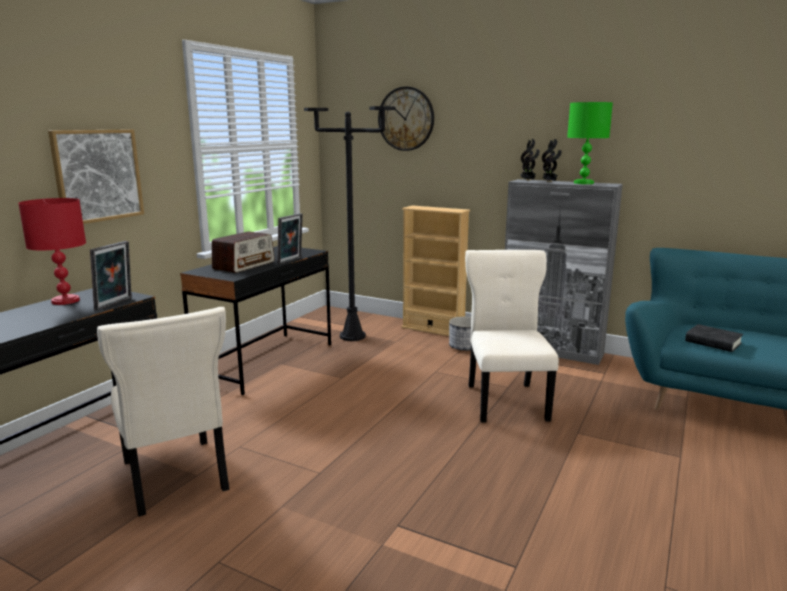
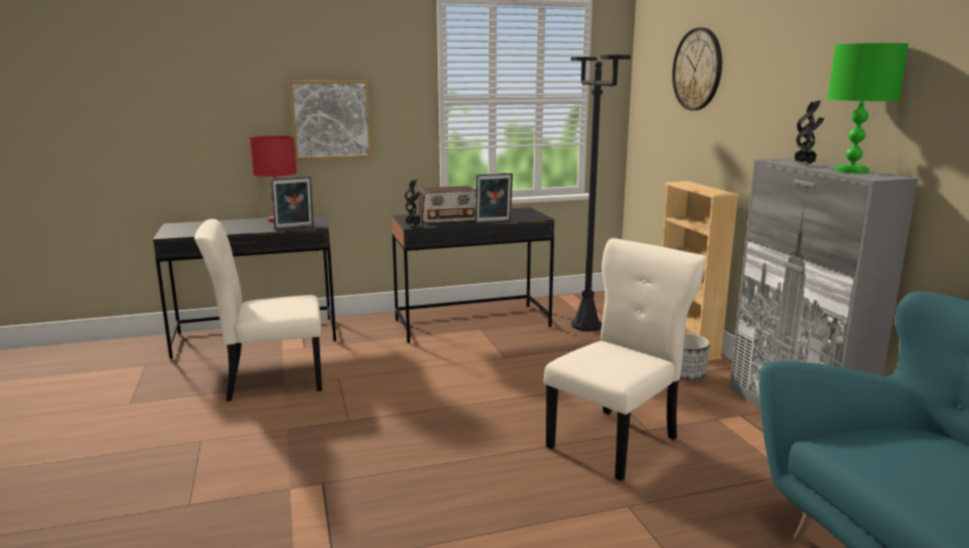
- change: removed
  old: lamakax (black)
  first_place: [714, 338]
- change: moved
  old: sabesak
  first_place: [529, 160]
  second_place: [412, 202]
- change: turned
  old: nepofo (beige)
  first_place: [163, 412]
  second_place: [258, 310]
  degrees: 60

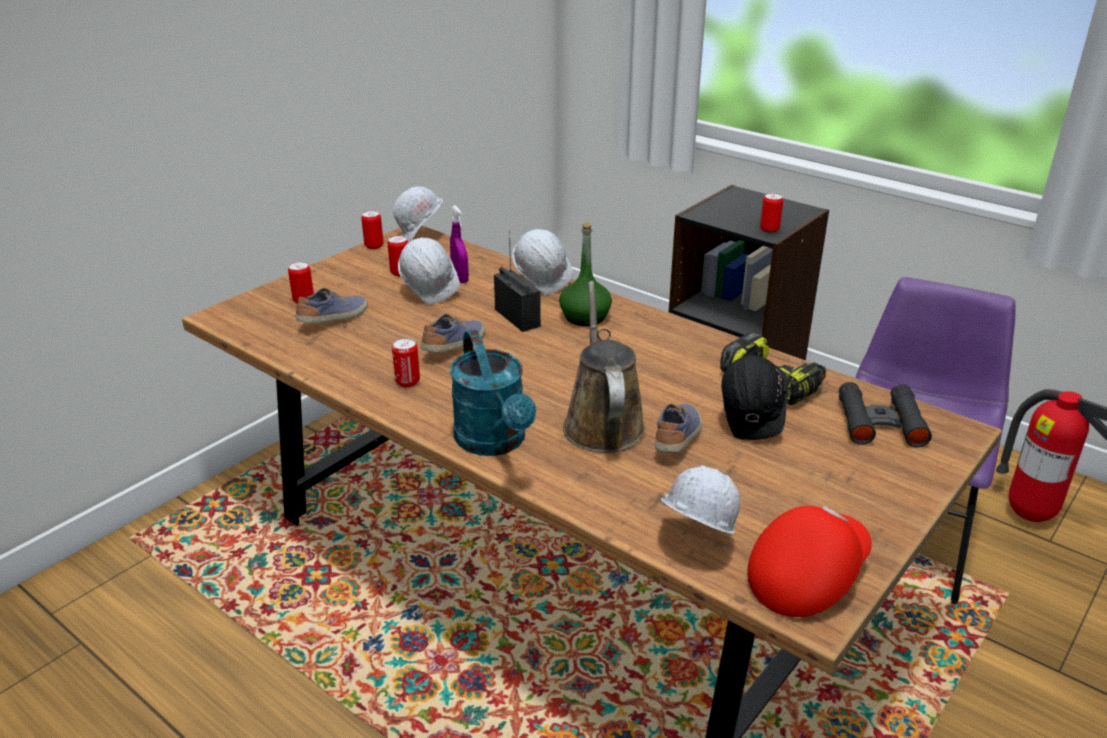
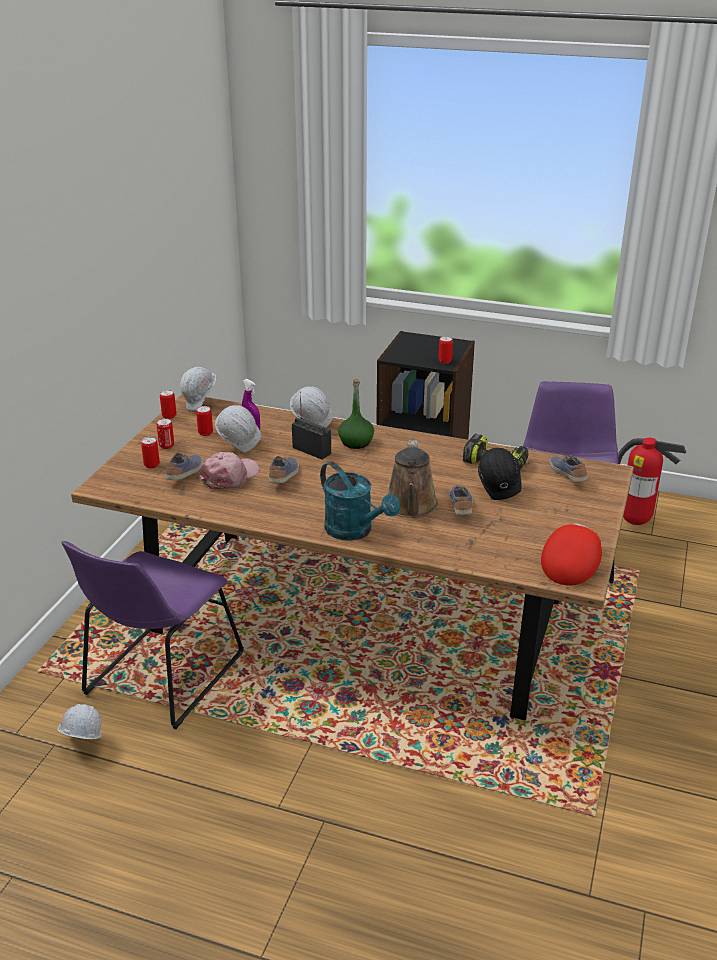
- change: added
  new: nepofo (purple)
  second_place: [152, 635]
- change: added
  new: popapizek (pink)
  second_place: [229, 470]
- change: moved
  old: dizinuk
  first_place: [406, 362]
  second_place: [165, 433]
- change: moved
  old: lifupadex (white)
  first_place: [701, 499]
  second_place: [79, 721]
- change: replaced
  old: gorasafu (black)
  new: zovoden
  first_place: [885, 414]
  second_place: [568, 468]
- change: turned
  old: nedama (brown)
  first_place: [604, 367]
  second_place: [413, 479]
  degrees: -150

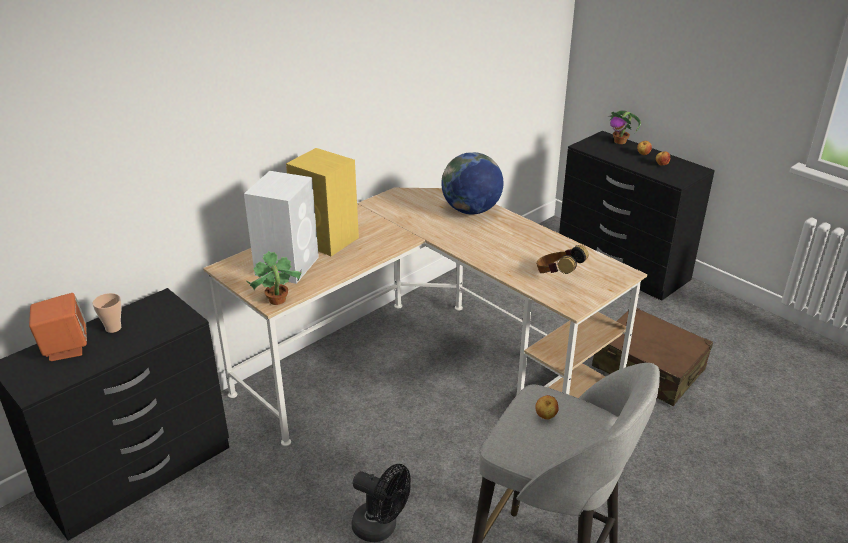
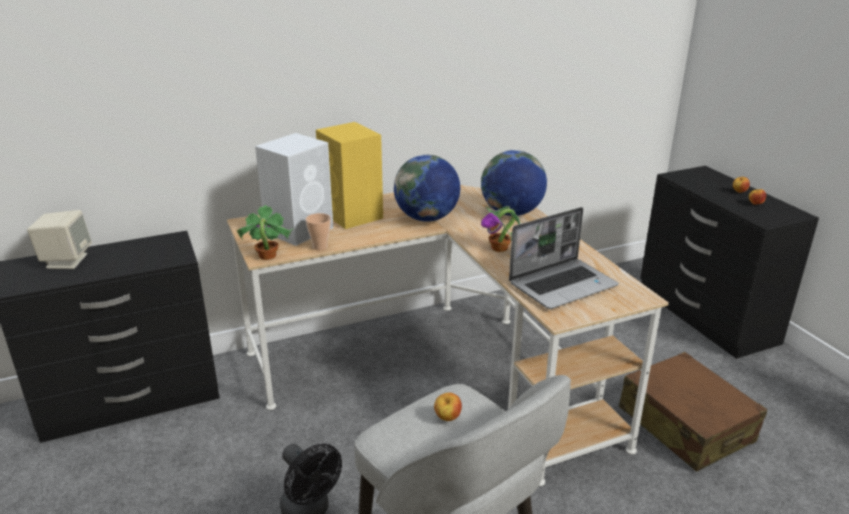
- change: added
  new: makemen
  second_place: [427, 188]
- change: moved
  old: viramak
  first_place: [106, 313]
  second_place: [318, 231]
- change: moved
  old: sabesak
  first_place: [624, 127]
  second_place: [500, 229]
- change: replaced
  old: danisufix
  new: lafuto
  first_place: [562, 259]
  second_place: [564, 258]
- change: recoloured
  old: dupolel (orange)
  new: dupolel (beige)
  first_place: [58, 327]
  second_place: [59, 239]

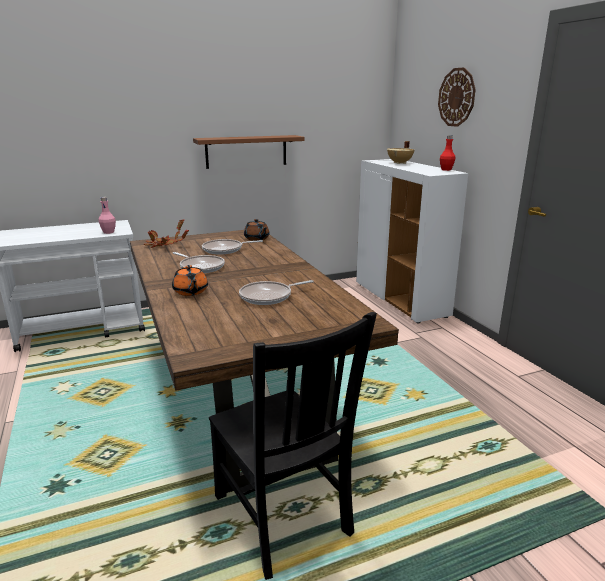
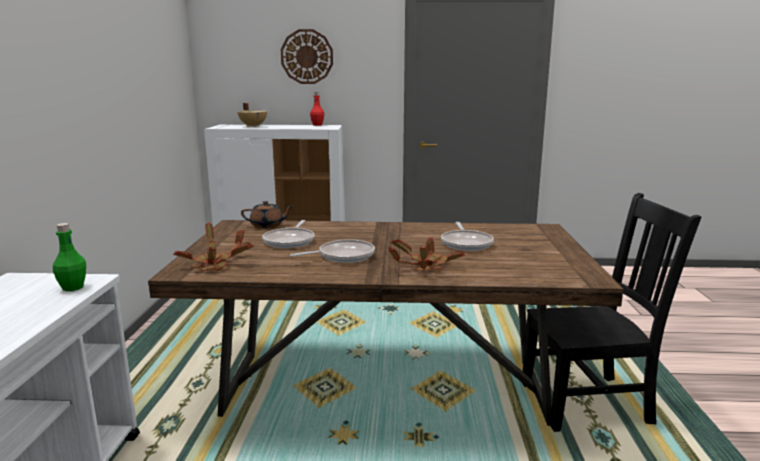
- change: removed
  old: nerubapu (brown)
  first_place: [248, 152]
- change: replaced
  old: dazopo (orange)
  new: sabesak
  first_place: [190, 280]
  second_place: [426, 254]
- change: recoloured
  old: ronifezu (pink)
  new: ronifezu (green)
  first_place: [107, 215]
  second_place: [69, 257]

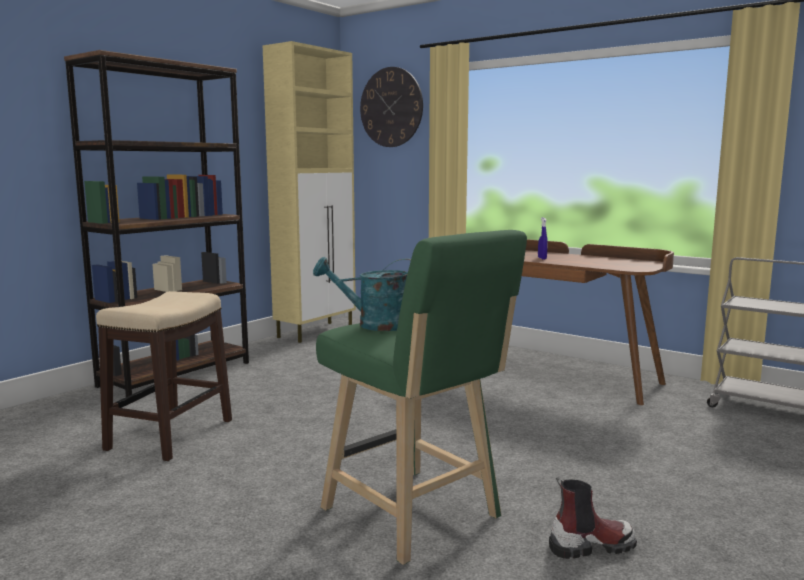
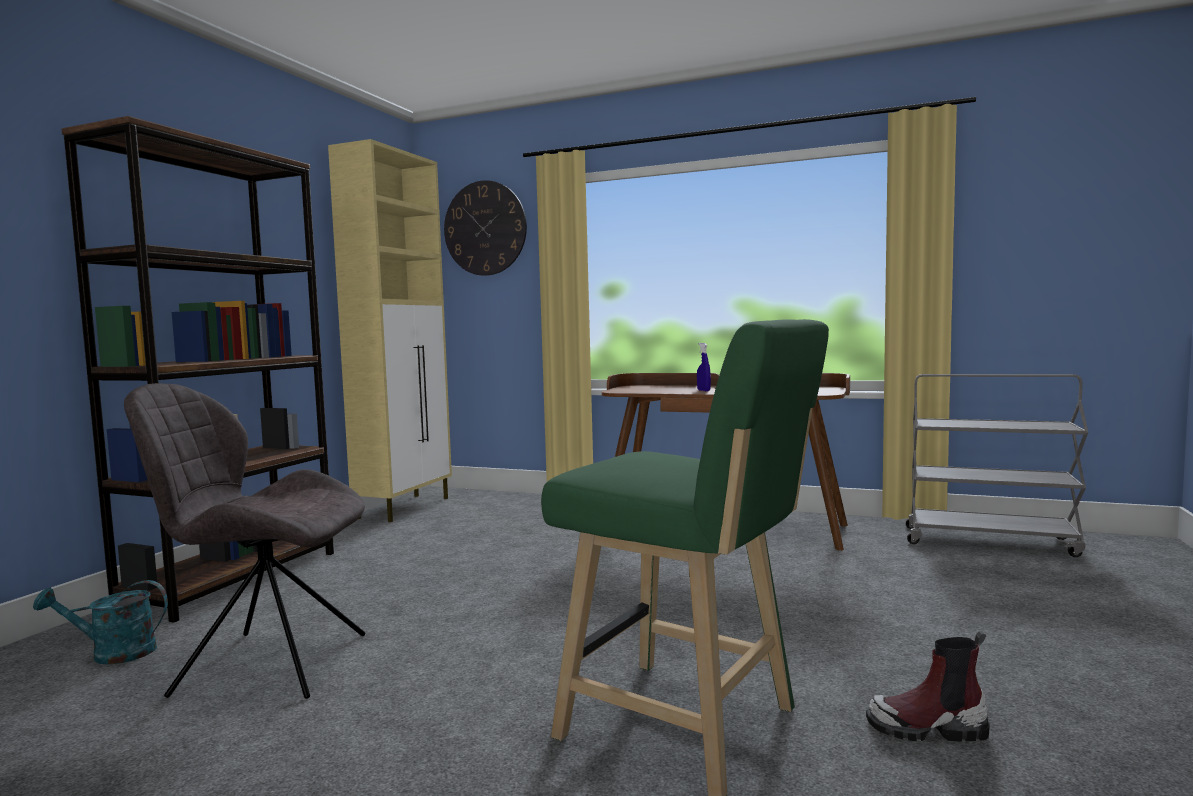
- change: moved
  old: nedama (turquoise)
  first_place: [362, 294]
  second_place: [100, 622]
- change: replaced
  old: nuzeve
  new: nepofo (grey)
  first_place: [164, 376]
  second_place: [244, 541]
- change: turned
  old: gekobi
  first_place: [593, 518]
  second_place: [928, 686]
  degrees: -150

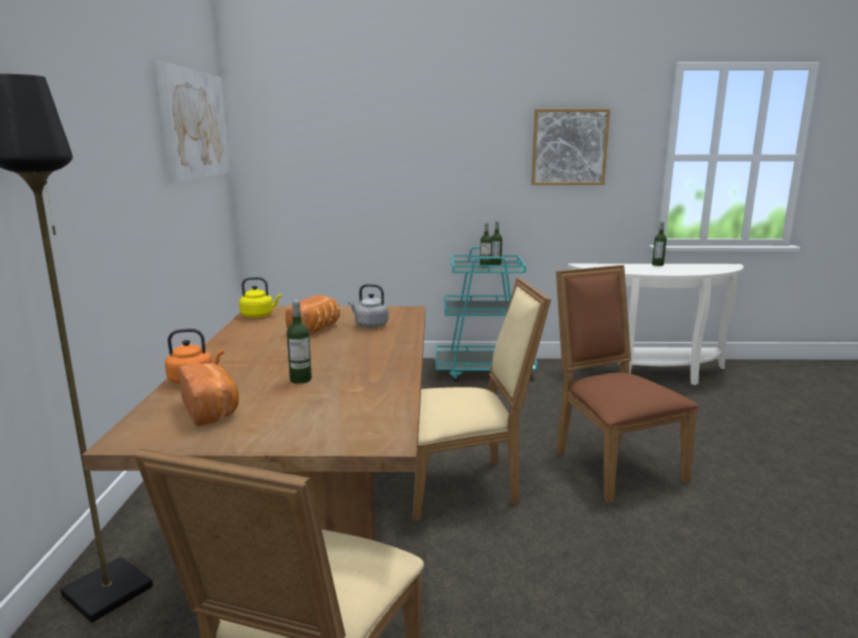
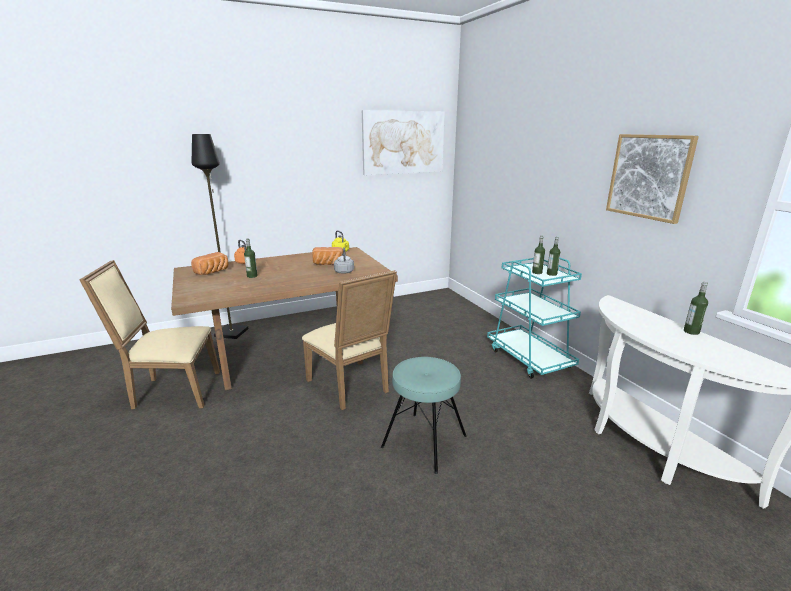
- change: replaced
  old: nepofo (brown)
  new: nuzeve (turquoise)
  first_place: [627, 384]
  second_place: [424, 415]

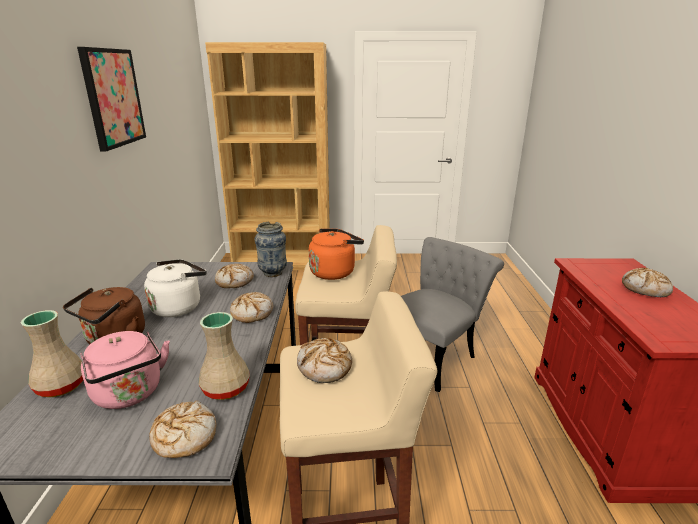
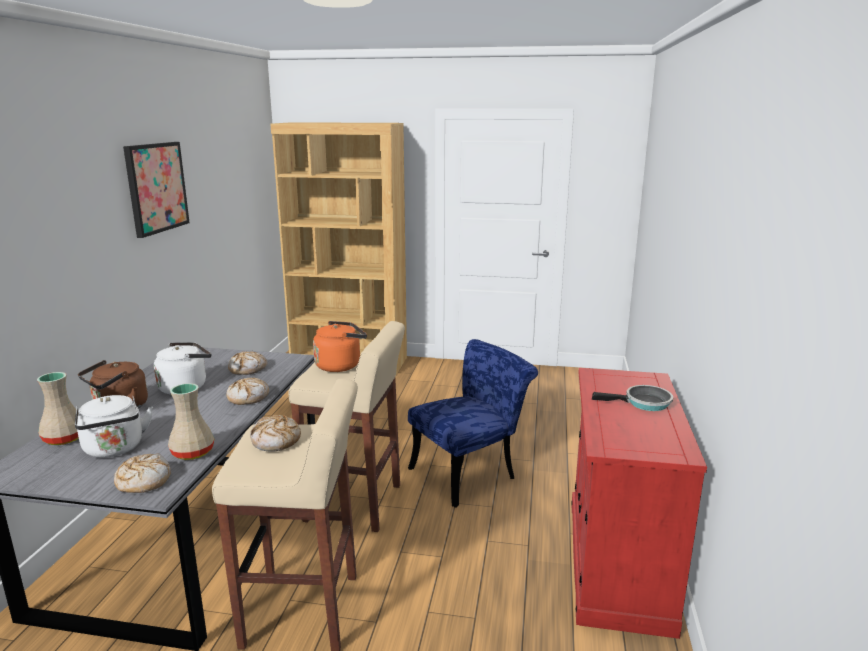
- change: removed
  old: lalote
  first_place: [271, 249]
- change: replaced
  old: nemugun
  new: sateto
  first_place: [647, 282]
  second_place: [632, 398]
- change: recoloured
  old: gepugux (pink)
  new: gepugux (white)
  first_place: [125, 370]
  second_place: [114, 426]
- change: recoloured
  old: nepofo (grey)
  new: nepofo (blue)
  first_place: [452, 314]
  second_place: [473, 423]

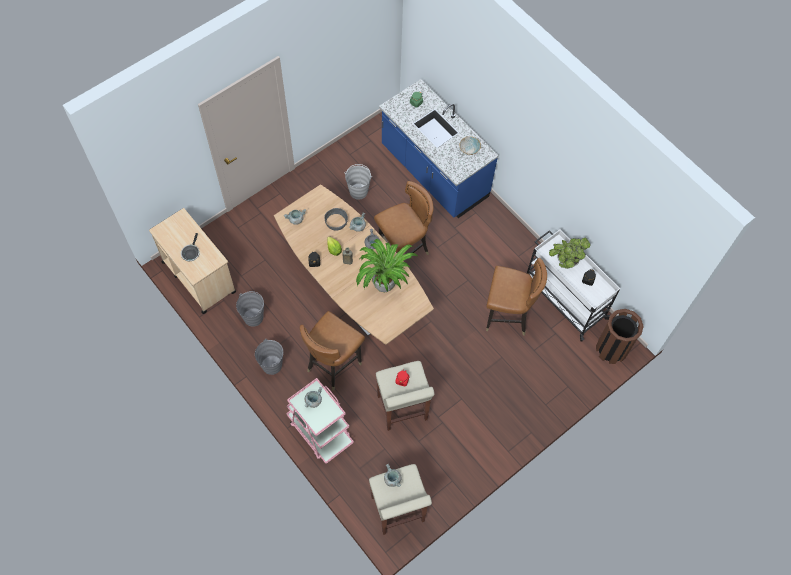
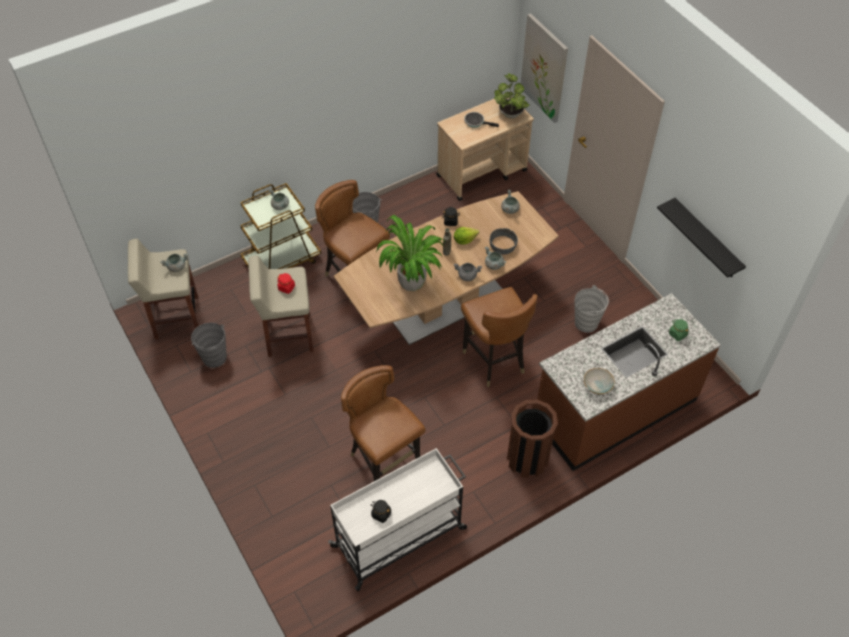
- change: added
  new: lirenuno
  second_place: [544, 68]
- change: added
  new: nerubapu (black)
  second_place: [701, 238]
- change: moved
  old: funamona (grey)
  first_place: [250, 309]
  second_place: [209, 345]
- change: moved
  old: sabesak
  first_place: [569, 253]
  second_place: [512, 96]
- change: moved
  old: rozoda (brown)
  first_place: [620, 336]
  second_place: [532, 439]
- change: recoloured
  old: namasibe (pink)
  new: namasibe (brown)
  first_place: [320, 421]
  second_place: [280, 226]
- change: recoloured
  old: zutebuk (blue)
  new: zutebuk (brown)
  first_place: [439, 148]
  second_place: [629, 382]
- change: turned
  old: nepofo (brown)
  first_place: [516, 297]
  second_place: [383, 423]
  degrees: 120

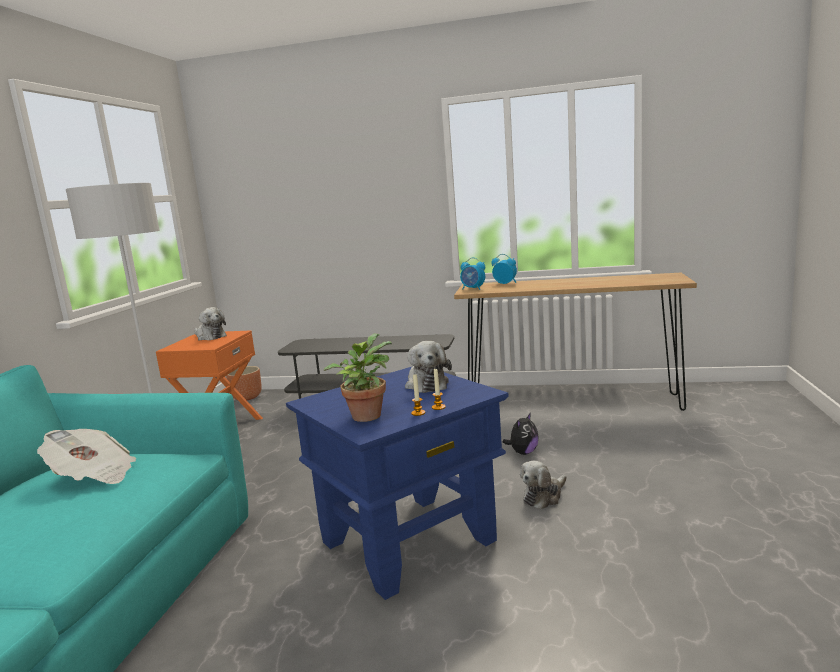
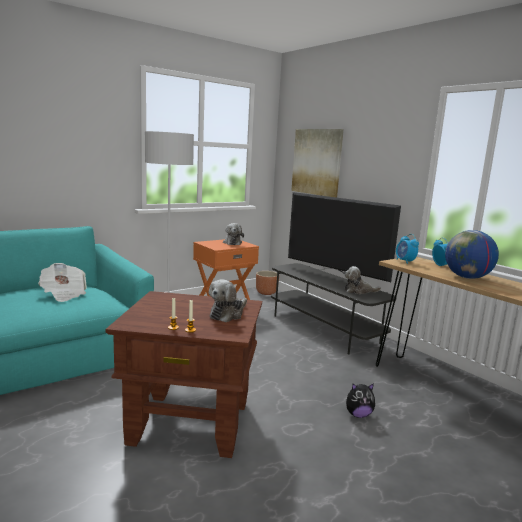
- change: removed
  old: sabesak
  first_place: [358, 378]
- change: added
  new: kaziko
  second_place: [344, 237]
- change: added
  new: lirenuno
  second_place: [317, 163]
- change: added
  new: makemen
  second_place: [472, 254]
- change: moved
  old: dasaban
  first_place: [543, 485]
  second_place: [362, 280]
- change: recoloured
  old: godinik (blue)
  new: godinik (brown)
  first_place: [397, 483]
  second_place: [183, 374]

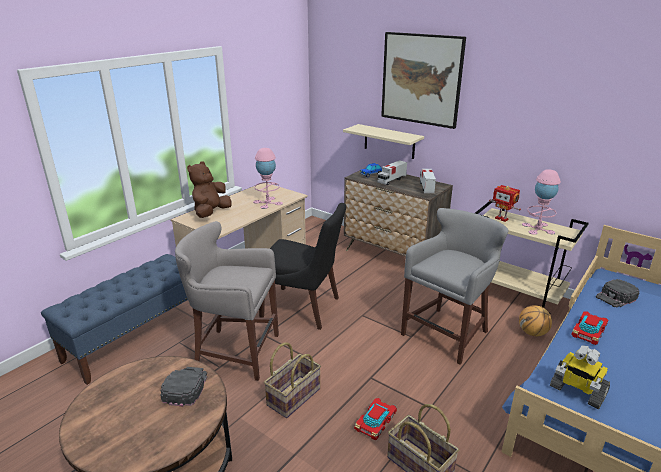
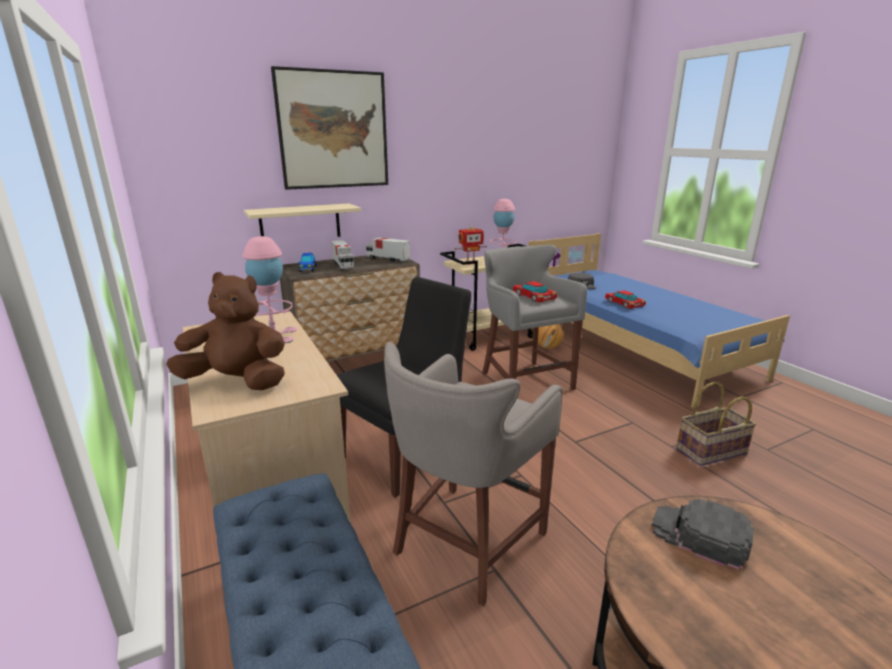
- change: removed
  old: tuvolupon
  first_place: [292, 380]
- change: removed
  old: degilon
  first_place: [580, 377]
- change: moved
  old: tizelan
  first_place: [375, 419]
  second_place: [535, 292]
- change: turned
  old: dasaban (brown)
  first_place: [209, 189]
  second_place: [225, 331]
  degrees: 135

